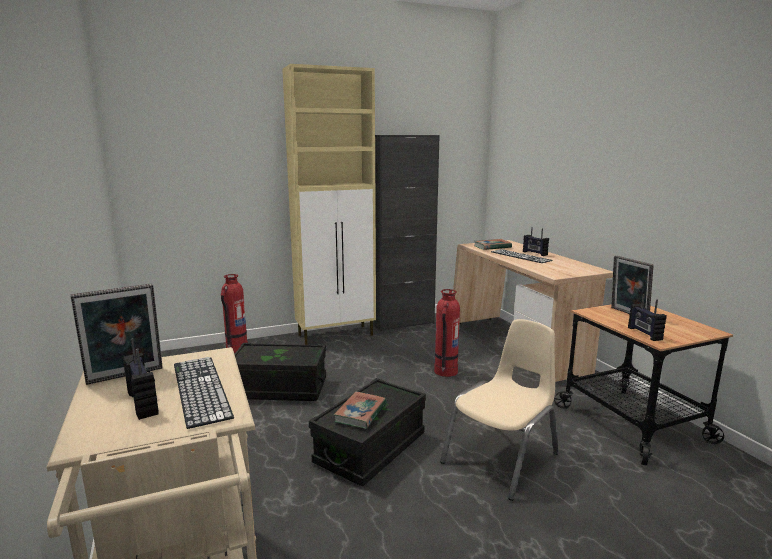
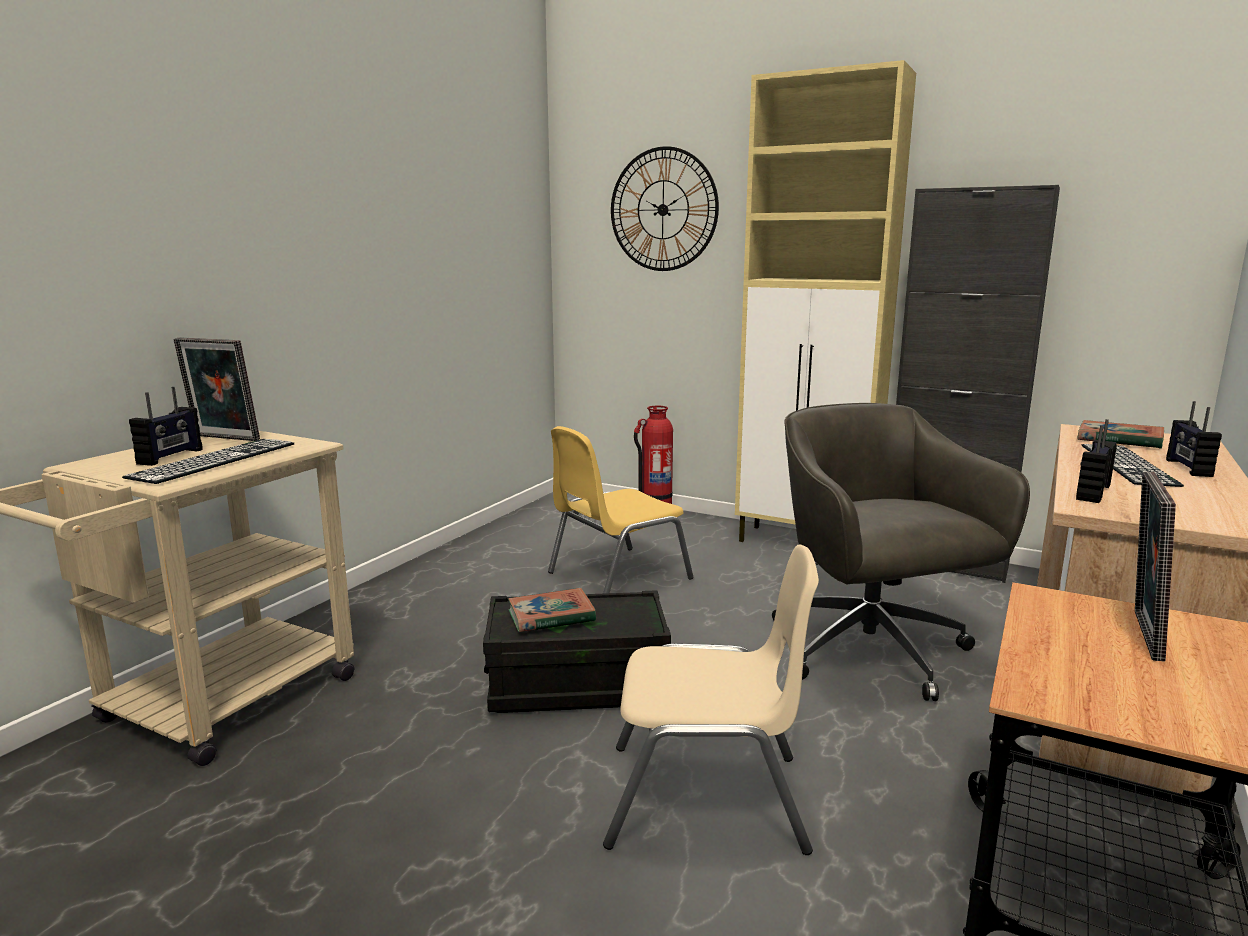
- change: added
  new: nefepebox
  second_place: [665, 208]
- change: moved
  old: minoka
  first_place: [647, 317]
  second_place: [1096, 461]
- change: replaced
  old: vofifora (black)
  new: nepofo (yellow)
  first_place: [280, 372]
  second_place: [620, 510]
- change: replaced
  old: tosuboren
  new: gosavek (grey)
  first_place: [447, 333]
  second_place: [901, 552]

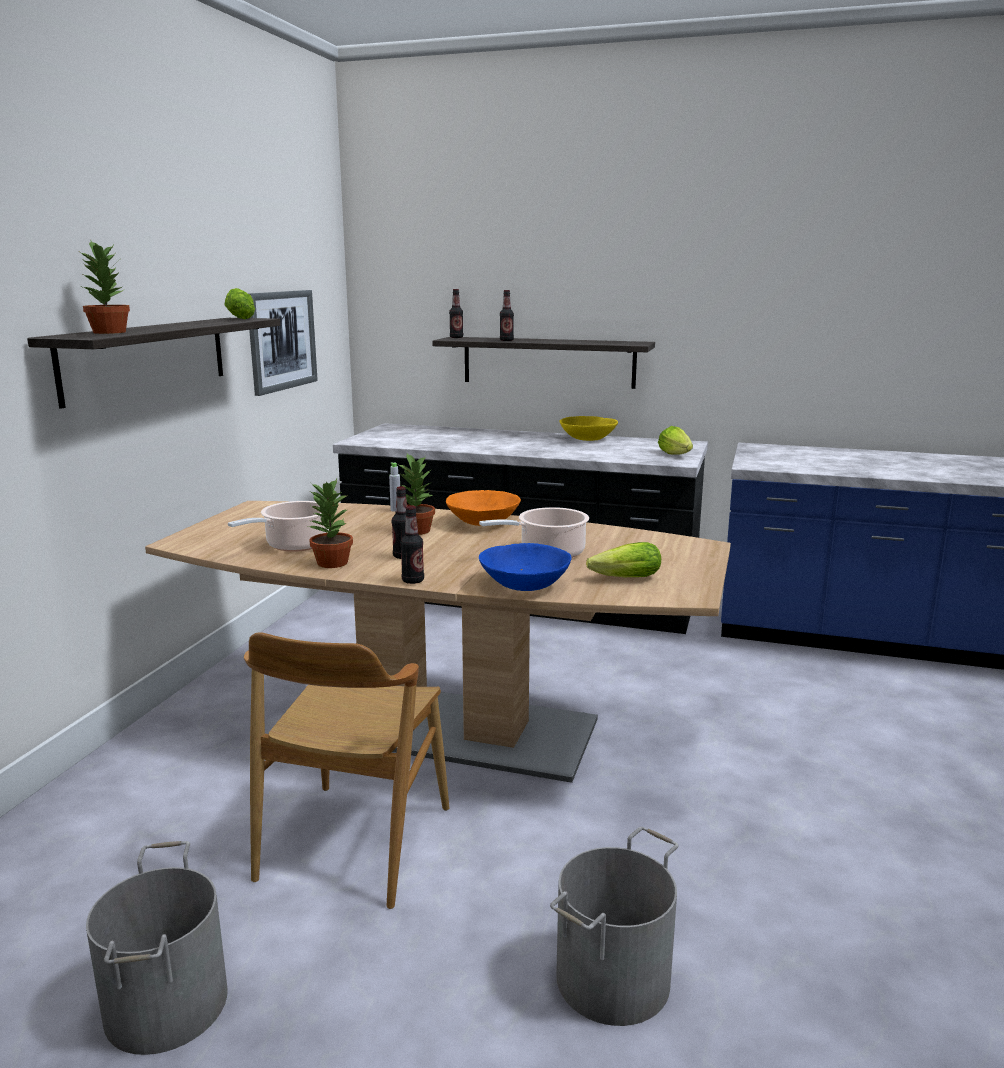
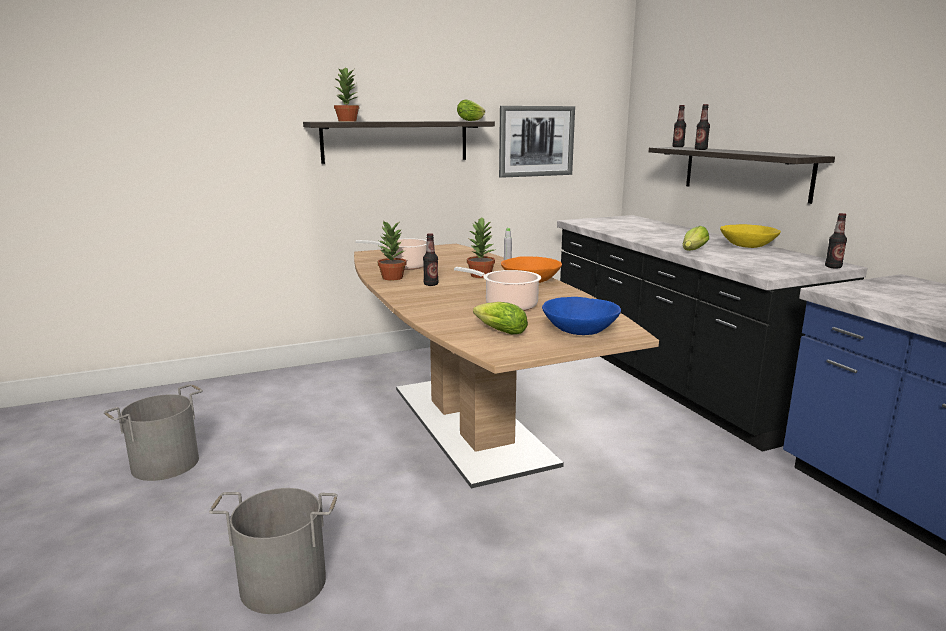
- change: removed
  old: nepofo (brown)
  first_place: [346, 770]
- change: moved
  old: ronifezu
  first_place: [412, 544]
  second_place: [836, 241]
- change: moved
  old: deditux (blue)
  first_place: [525, 567]
  second_place: [581, 316]
- change: moved
  old: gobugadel
  first_place: [675, 440]
  second_place: [696, 238]

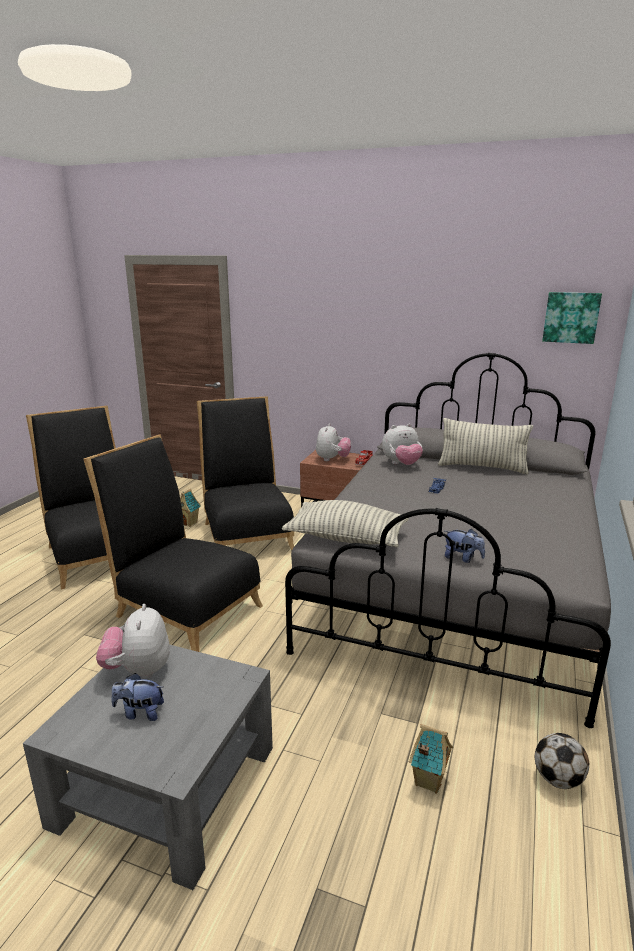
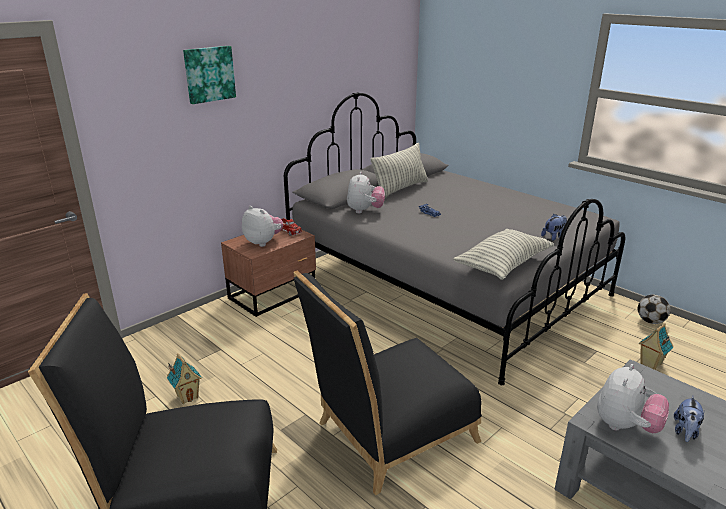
- change: removed
  old: nepofo (black)
  first_place: [245, 473]
- change: moved
  old: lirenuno
  first_place: [572, 318]
  second_place: [209, 75]
- change: turned
  old: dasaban
  first_place: [133, 641]
  second_place: [633, 398]
  degrees: -75

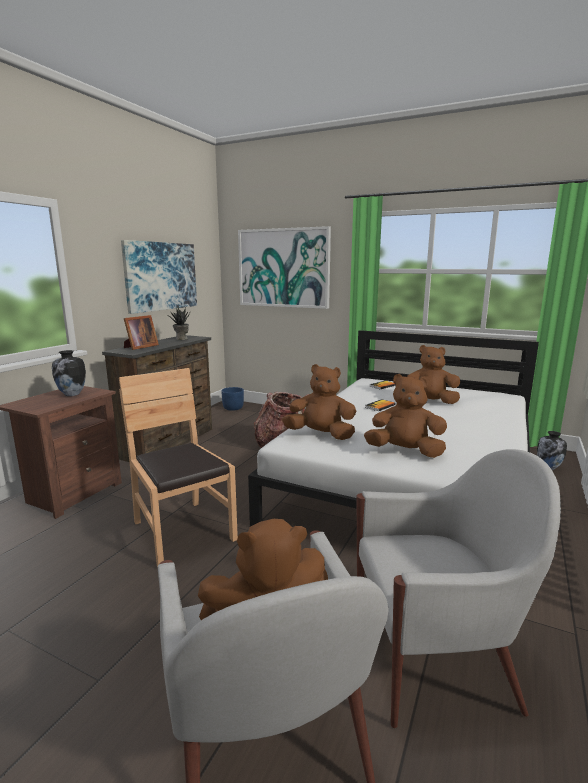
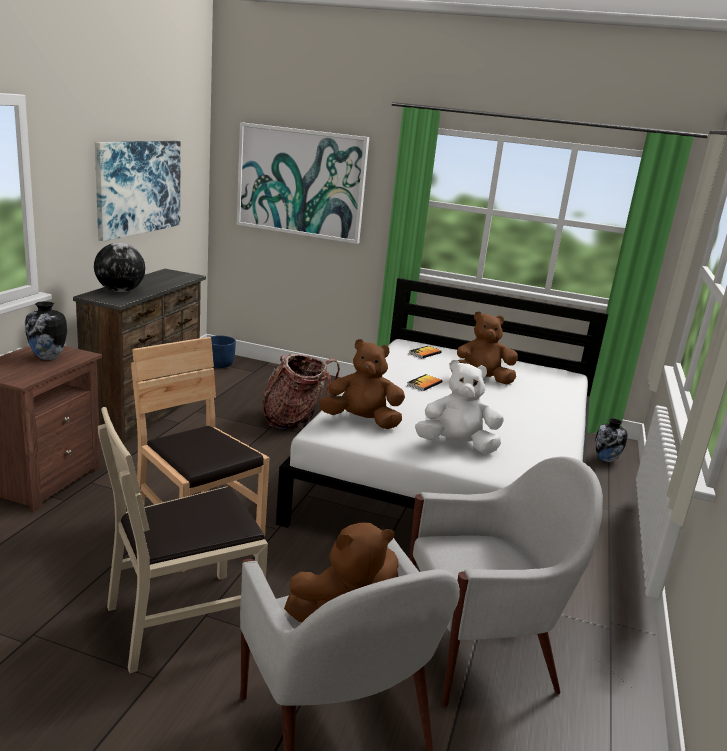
- change: removed
  old: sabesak
  first_place: [179, 323]
- change: added
  new: nepofo (beige)
  second_place: [183, 540]
- change: replaced
  old: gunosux
  new: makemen
  first_place: [141, 332]
  second_place: [119, 267]
- change: recoloured
  old: dasaban (brown)
  new: dasaban (white)
  first_place: [405, 416]
  second_place: [459, 407]

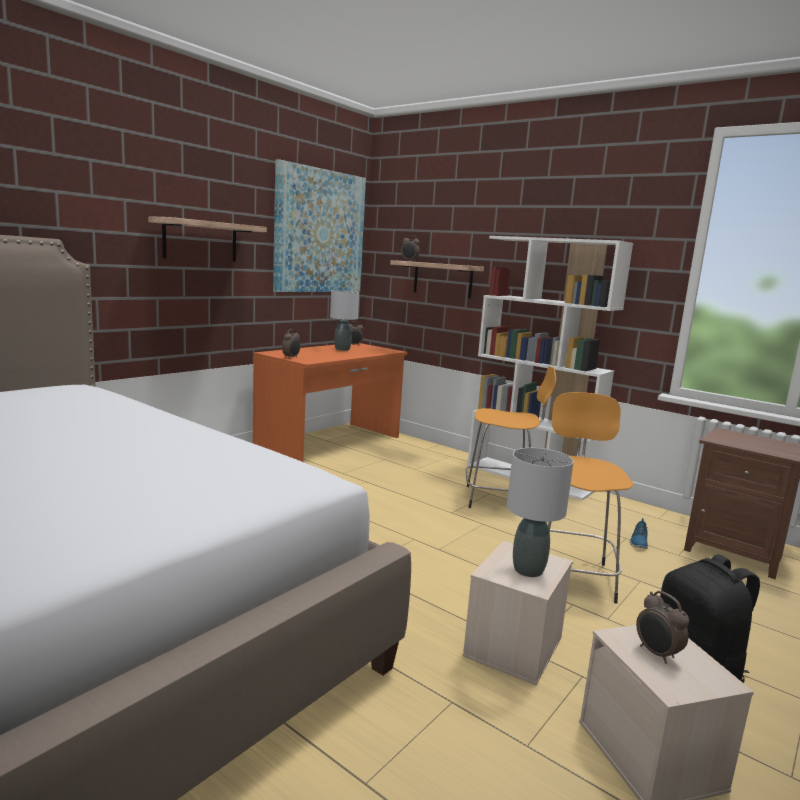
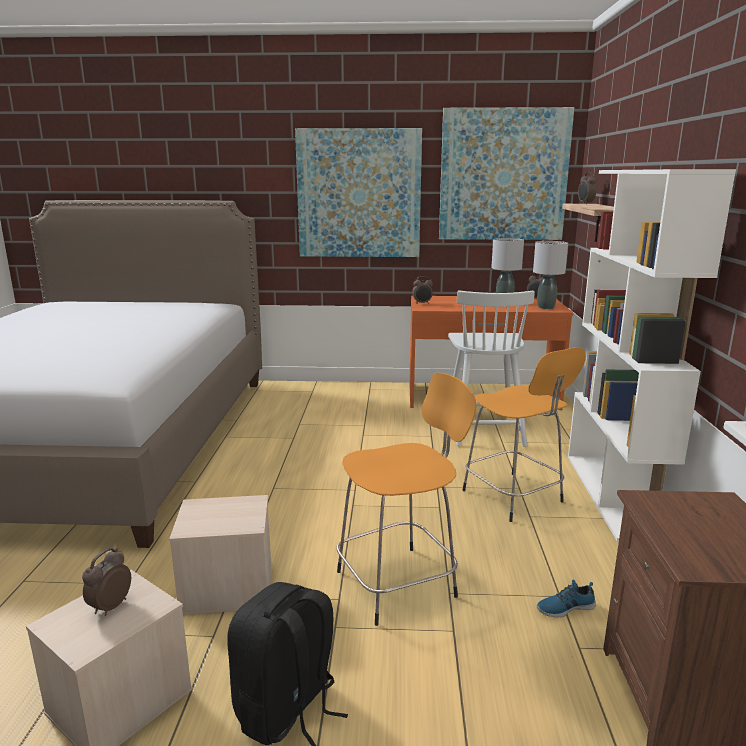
- change: added
  new: nepofo (white)
  second_place: [491, 368]
- change: moved
  old: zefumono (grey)
  first_place: [540, 512]
  second_place: [550, 275]
- change: replaced
  old: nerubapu
  new: lirenuno
  first_place: [207, 239]
  second_place: [358, 192]

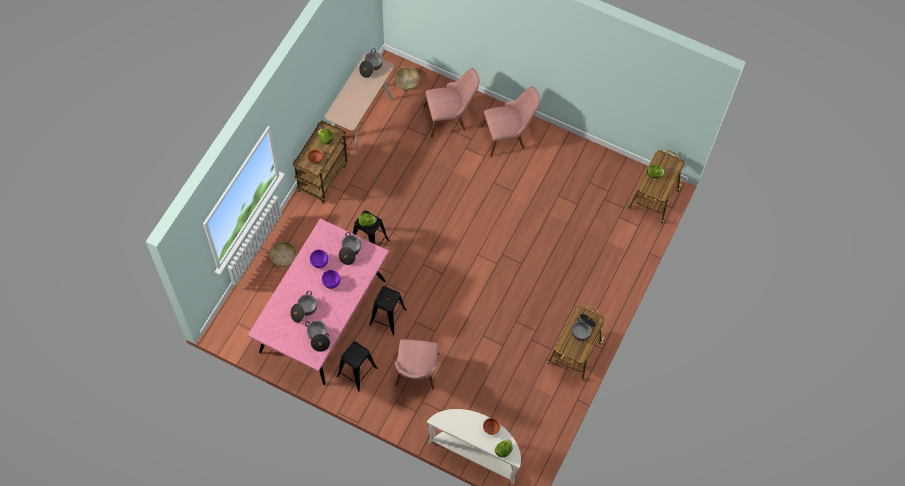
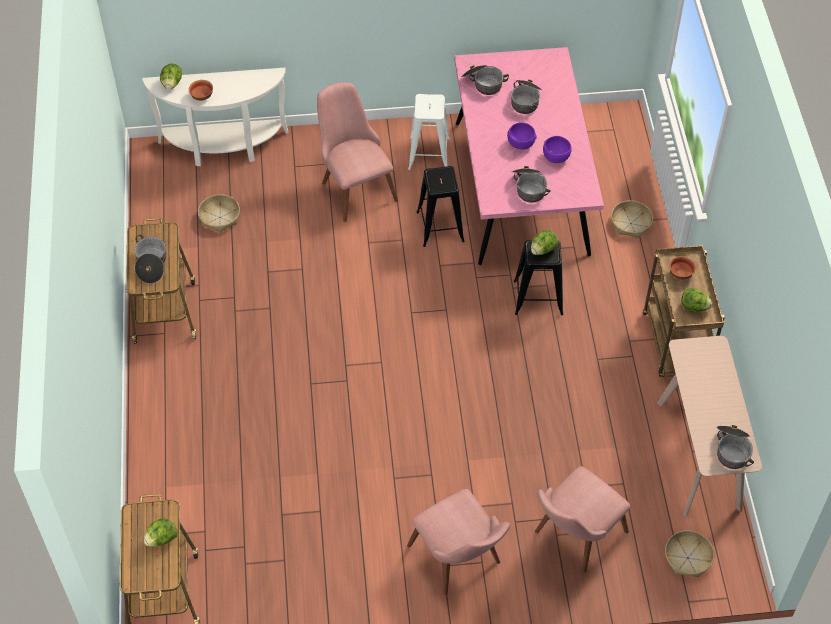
- change: added
  new: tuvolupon
  second_place: [219, 213]
- change: recoloured
  old: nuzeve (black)
  new: nuzeve (white)
  first_place: [357, 366]
  second_place: [429, 132]
- change: turned
  old: nepofo (pink)
  first_place: [510, 121]
  second_place: [458, 542]
  degrees: -75

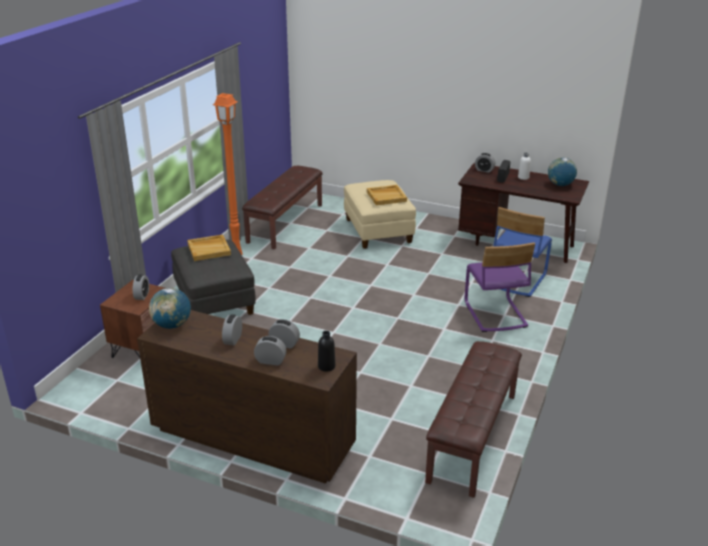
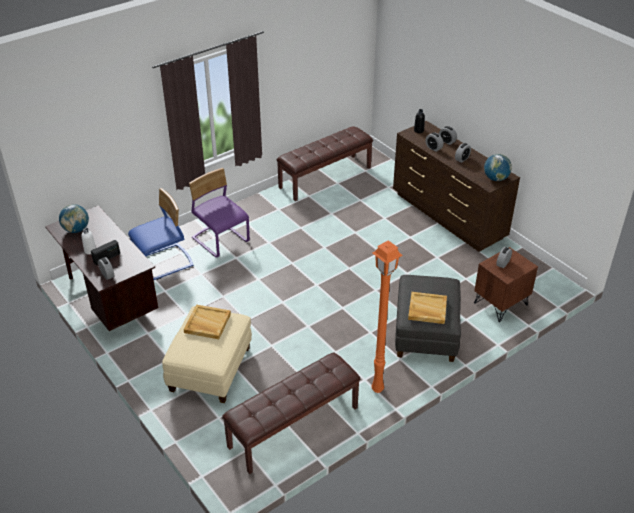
- change: turned
  old: nepofo (purple)
  first_place: [500, 287]
  second_place: [219, 213]
  degrees: -60

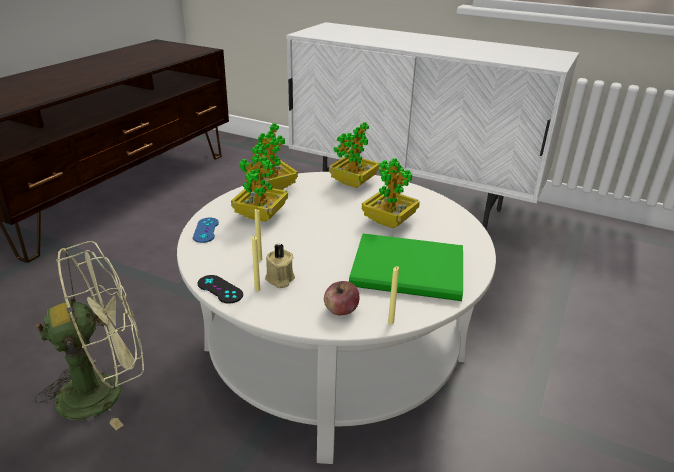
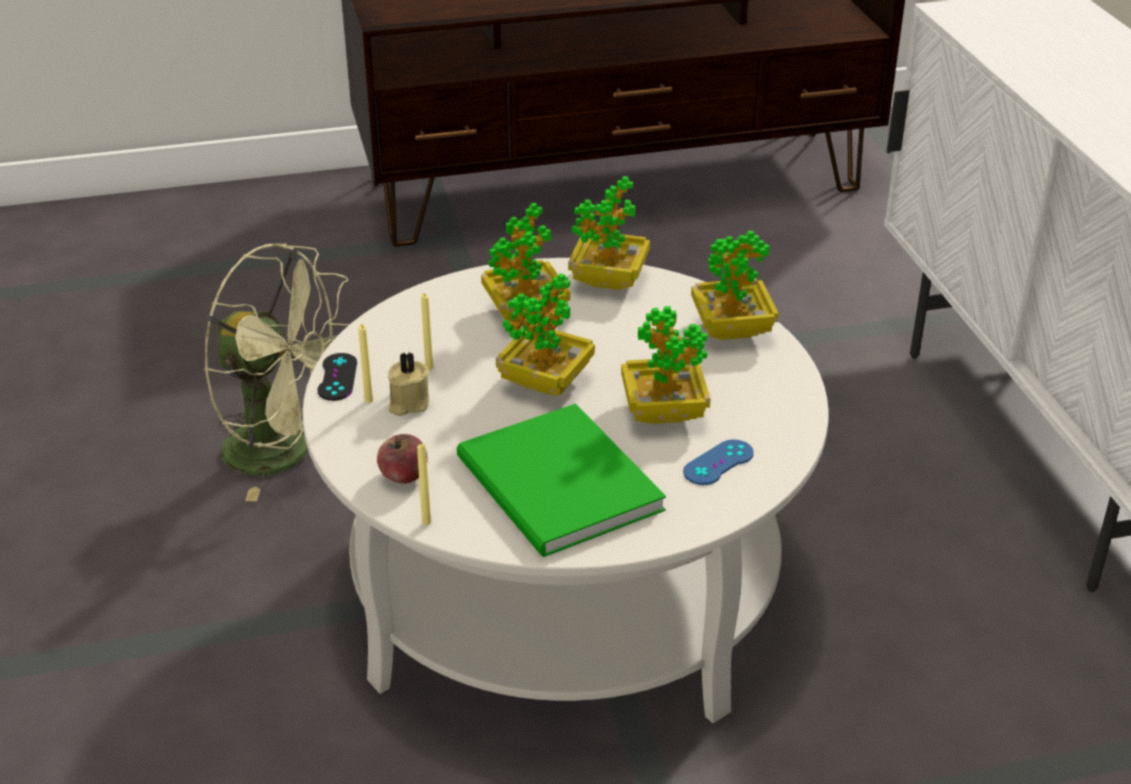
- change: added
  new: sabesak
  second_place: [545, 334]
- change: moved
  old: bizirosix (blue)
  first_place: [206, 230]
  second_place: [718, 462]

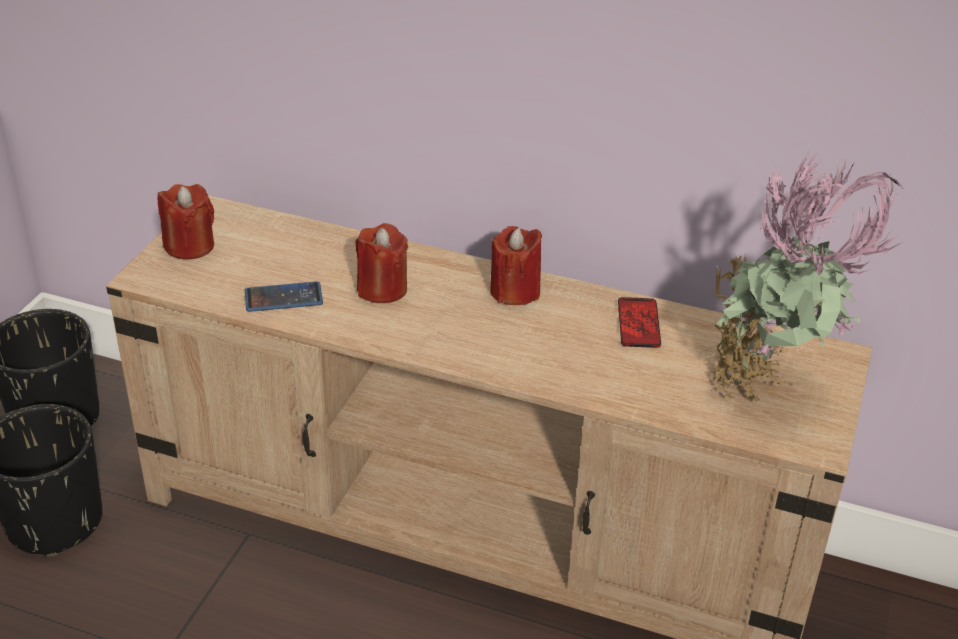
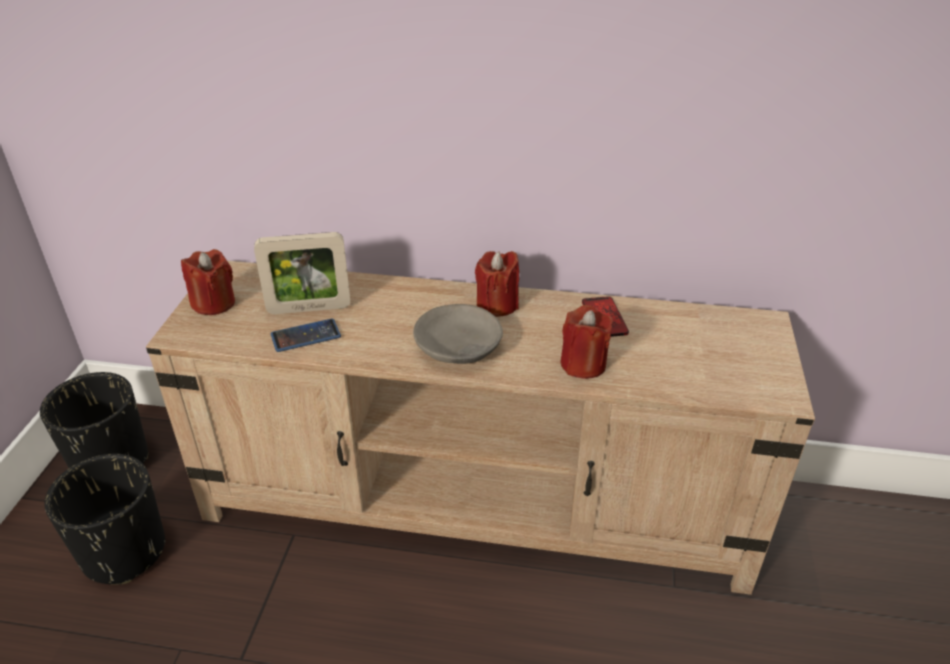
- change: removed
  old: sabesak
  first_place: [808, 275]
- change: added
  new: gunosux
  second_place: [302, 273]
- change: added
  new: deditux (grey)
  second_place: [458, 334]
- change: moved
  old: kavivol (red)
  first_place: [381, 263]
  second_place: [586, 342]

